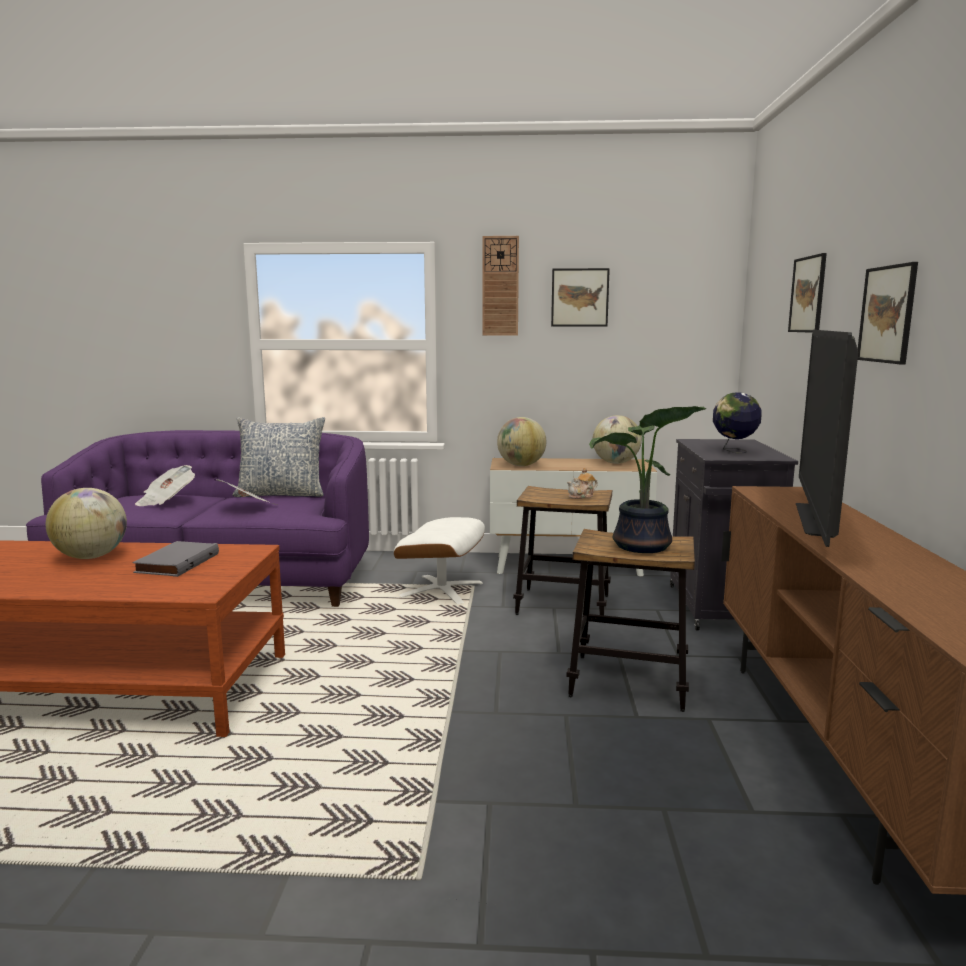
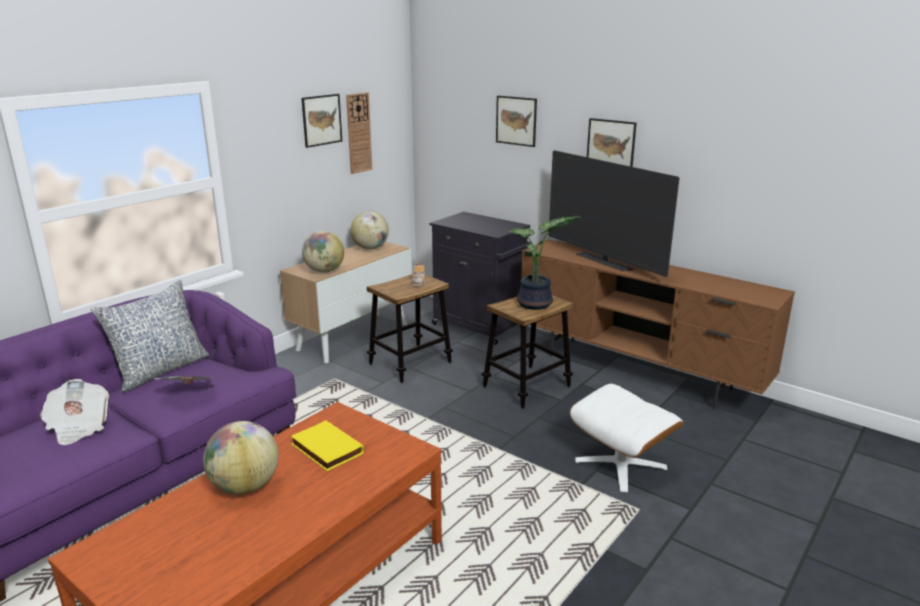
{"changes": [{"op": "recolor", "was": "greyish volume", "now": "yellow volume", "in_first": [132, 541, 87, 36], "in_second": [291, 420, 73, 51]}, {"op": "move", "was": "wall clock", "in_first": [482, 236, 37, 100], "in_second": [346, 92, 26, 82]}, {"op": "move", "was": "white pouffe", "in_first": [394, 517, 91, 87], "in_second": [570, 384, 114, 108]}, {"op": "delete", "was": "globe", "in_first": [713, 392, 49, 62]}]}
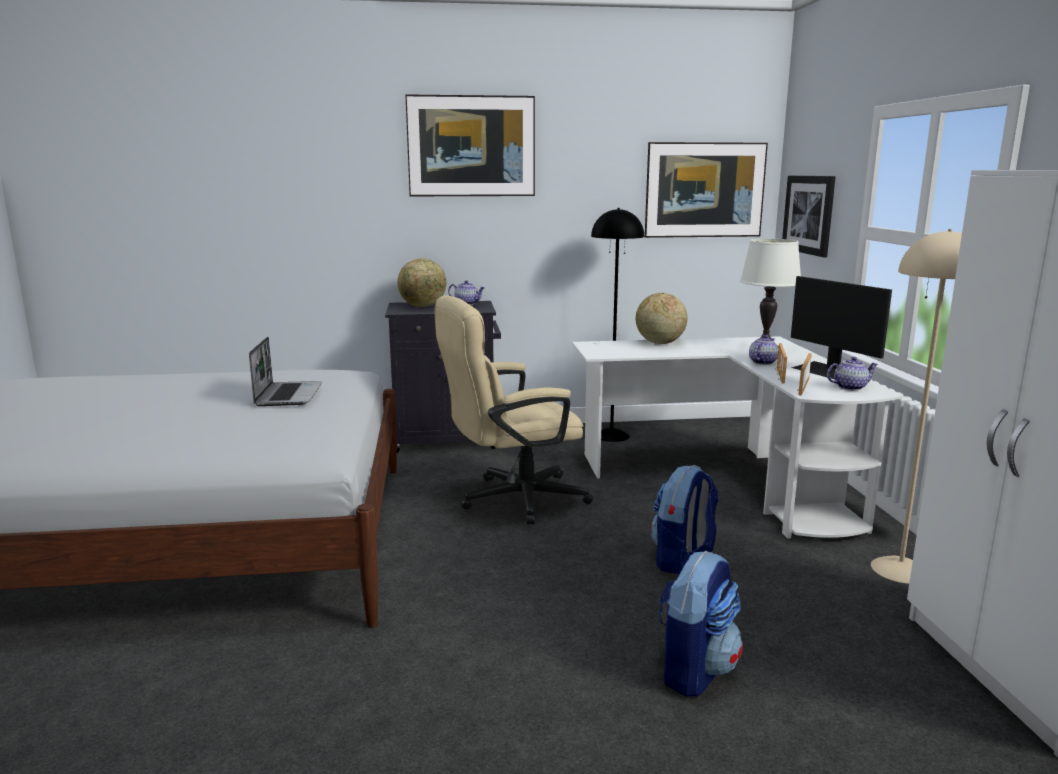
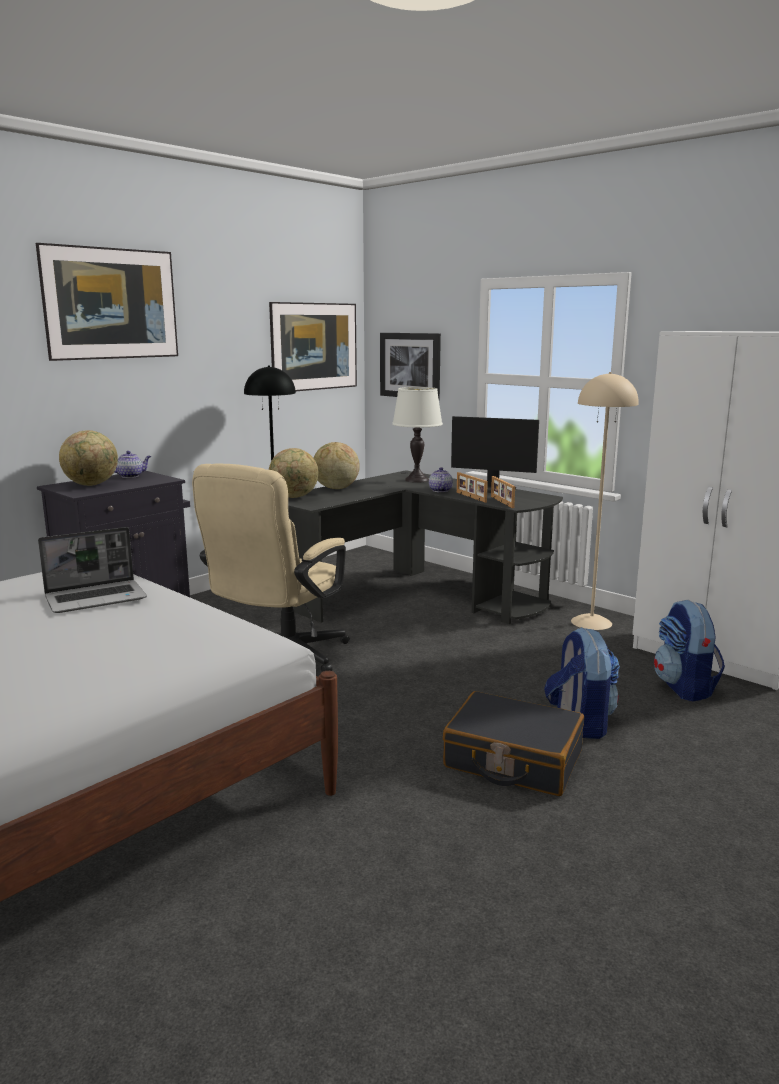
{"changes": [{"op": "rotate", "was": "portable computer", "in_first": [249, 337, 73, 69], "in_second": [38, 527, 109, 86], "clockwise": 105}, {"op": "insert", "now": "globe", "in_second": [269, 448, 50, 50]}, {"op": "recolor", "was": "white desk", "now": "black desk", "in_first": [572, 336, 331, 202], "in_second": [288, 470, 275, 154]}, {"op": "insert", "now": "black suitcase", "in_second": [443, 691, 141, 105]}, {"op": "move", "was": "knapsack", "in_first": [651, 465, 68, 109], "in_second": [654, 600, 71, 102]}, {"op": "delete", "was": "tea pot", "in_first": [827, 357, 51, 34]}]}
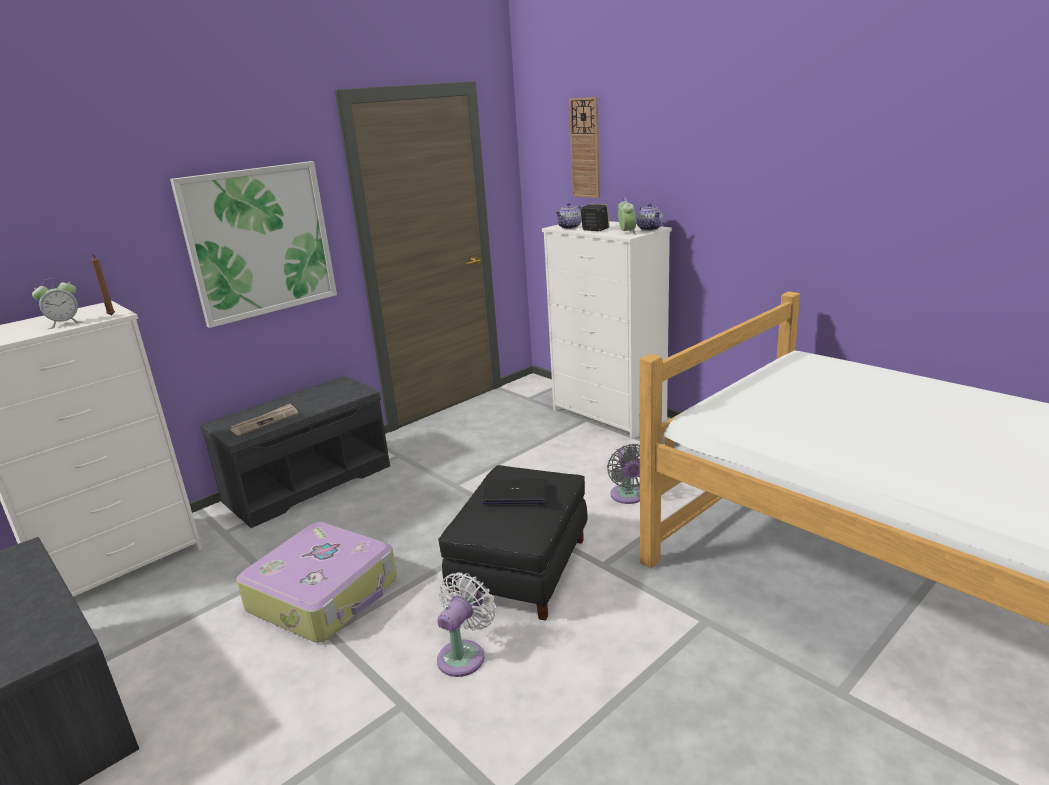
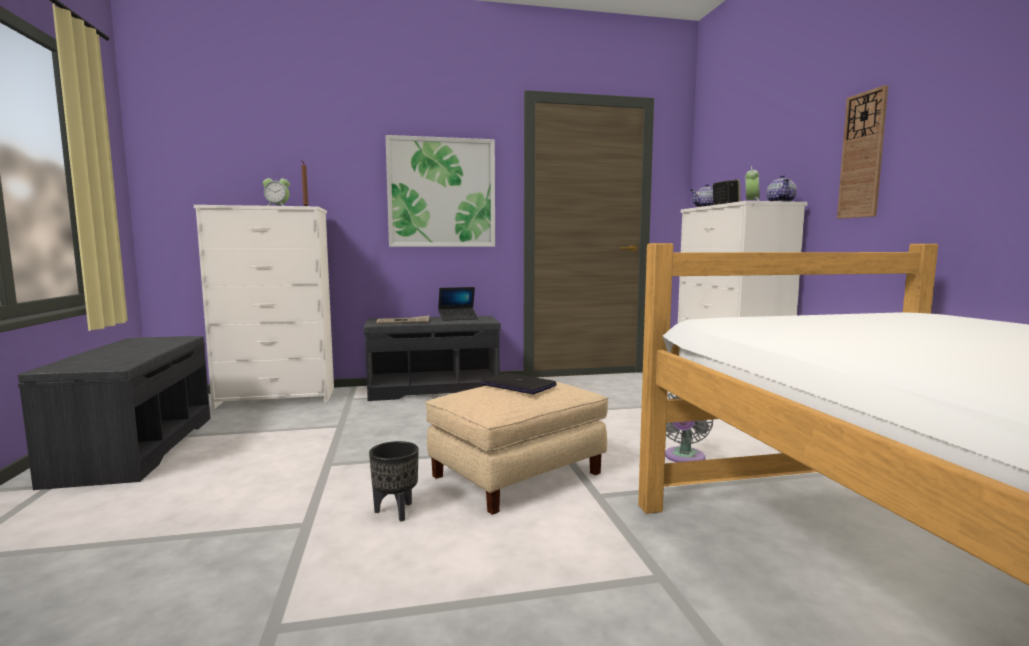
{"changes": [{"op": "replace", "was": "white electric fan", "now": "black flower pot", "in_first": [437, 572, 59, 105], "in_second": [369, 441, 50, 81]}, {"op": "recolor", "was": "black pouffe", "now": "beige pouffe", "in_first": [438, 465, 149, 156], "in_second": [425, 378, 183, 137]}, {"op": "insert", "now": "portable computer", "in_second": [438, 287, 41, 34]}, {"op": "move", "was": "wall clock", "in_first": [569, 97, 31, 101], "in_second": [837, 85, 51, 134]}, {"op": "delete", "was": "suitcase", "in_first": [236, 522, 161, 121]}]}
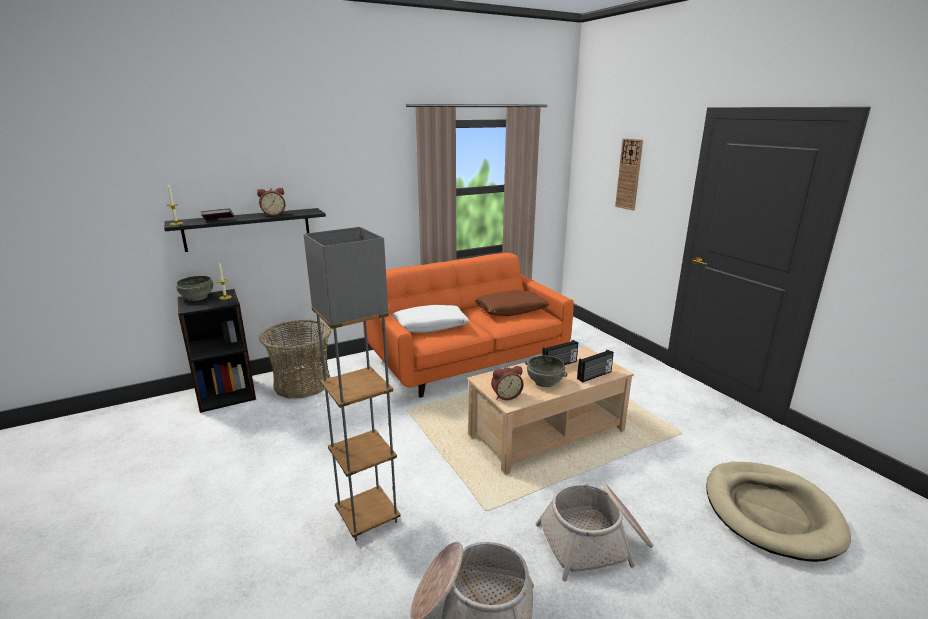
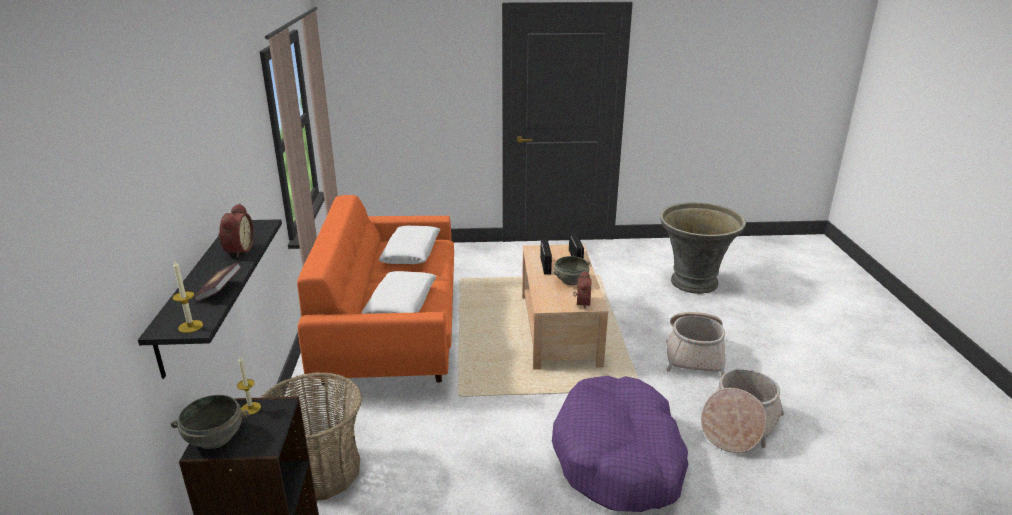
{"changes": [{"op": "recolor", "was": "brown-coloured pillow", "now": "white pillow", "in_first": [475, 291, 74, 25], "in_second": [379, 226, 61, 38]}, {"op": "replace", "was": "greyish standing lamp", "now": "purple dog bed", "in_first": [303, 227, 97, 314], "in_second": [552, 376, 137, 136]}, {"op": "replace", "was": "beige dog bed", "now": "greyish flower pot", "in_first": [706, 462, 145, 100], "in_second": [660, 202, 86, 92]}, {"op": "delete", "was": "wall clock", "in_first": [615, 139, 28, 72]}]}
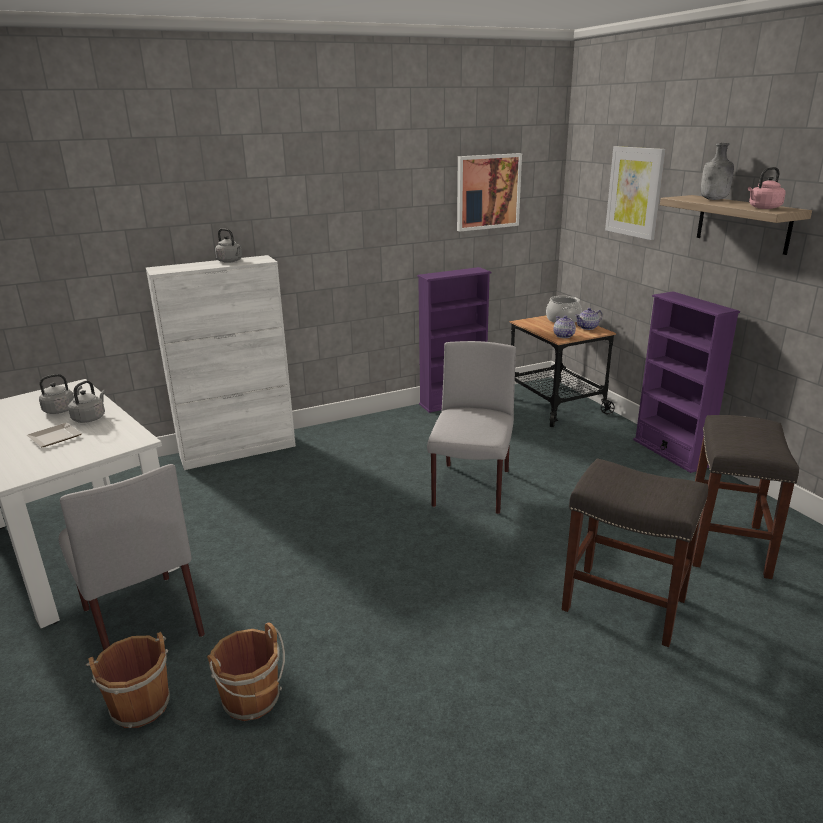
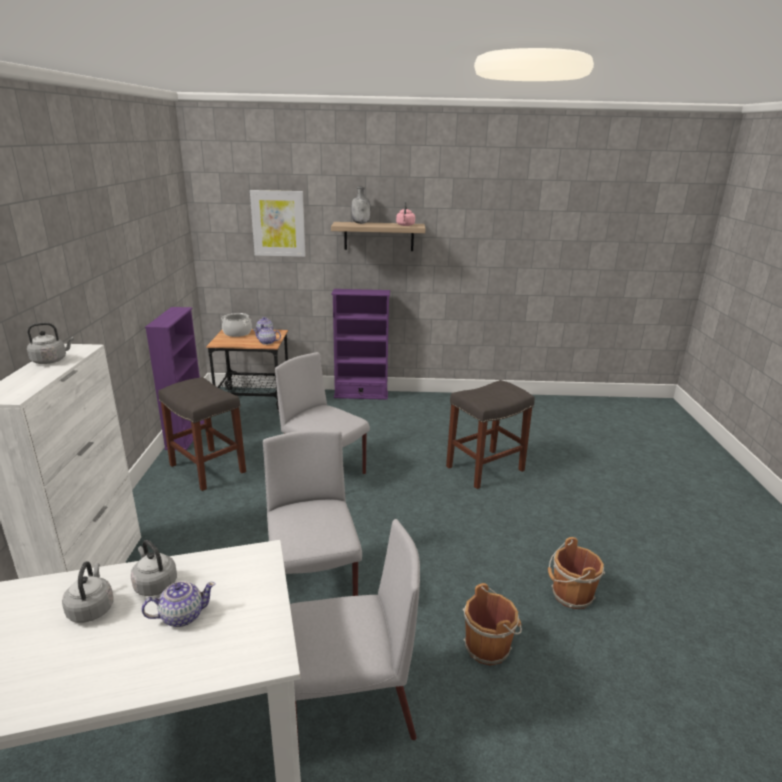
{"changes": [{"op": "replace", "was": "dinner plate", "now": "tea pot", "in_first": [27, 423, 55, 25], "in_second": [142, 581, 73, 46]}, {"op": "move", "was": "greyish stool", "in_first": [692, 415, 107, 164], "in_second": [158, 377, 88, 114]}, {"op": "insert", "now": "greyish plain chair", "in_second": [263, 430, 99, 166]}, {"op": "move", "was": "brown-coloured water bucket", "in_first": [86, 632, 84, 96], "in_second": [548, 537, 57, 72]}, {"op": "delete", "was": "wall picture", "in_first": [457, 153, 65, 79]}]}
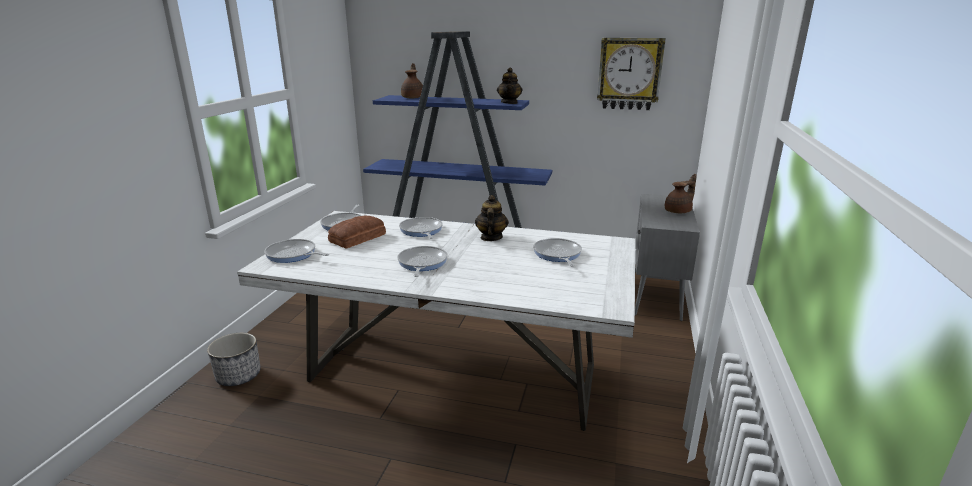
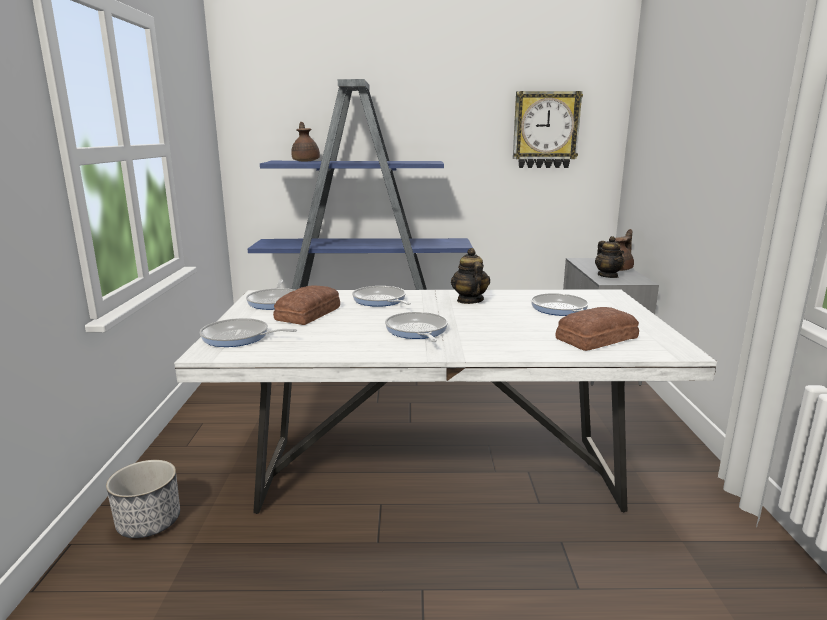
{"changes": [{"op": "insert", "now": "baked bread", "in_second": [555, 307, 84, 44]}, {"op": "move", "was": "tea pot", "in_first": [497, 67, 26, 37], "in_second": [595, 236, 29, 42]}]}
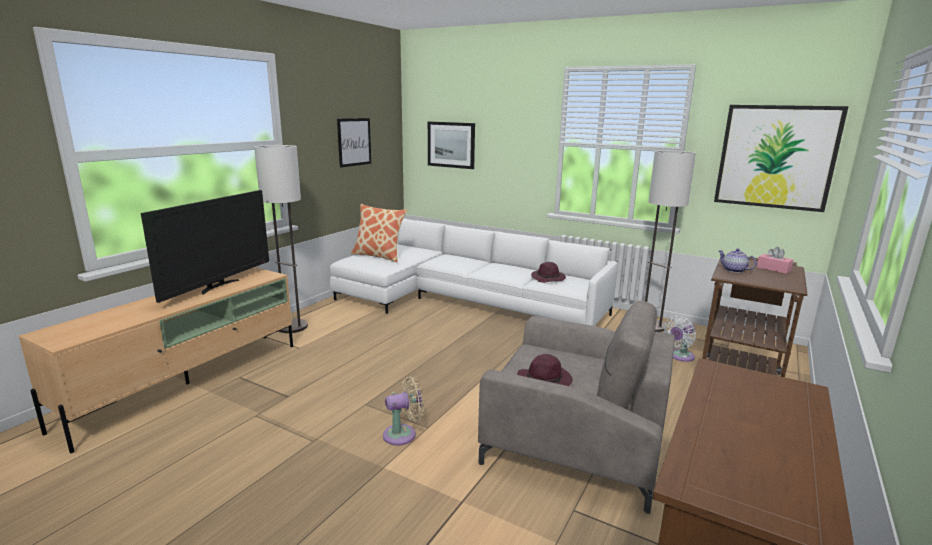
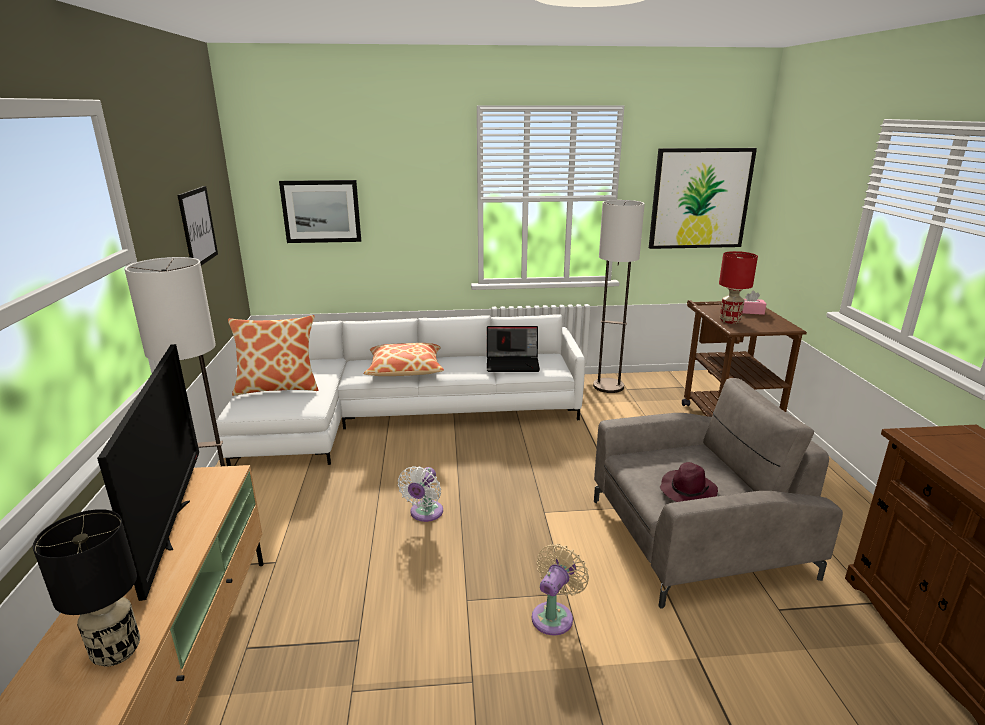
{"changes": [{"op": "insert", "now": "black lamp for a table", "in_second": [33, 509, 107, 158]}, {"op": "insert", "now": "pillow", "in_second": [364, 343, 80, 33]}, {"op": "move", "was": "white electric fan", "in_first": [664, 316, 32, 46], "in_second": [398, 466, 45, 56]}, {"op": "replace", "was": "purple wearable hat", "now": "portable computer", "in_first": [531, 262, 35, 21], "in_second": [487, 326, 53, 46]}, {"op": "replace", "was": "tea pot", "now": "reddish lamp for a table", "in_first": [718, 249, 39, 24], "in_second": [719, 251, 39, 73]}]}
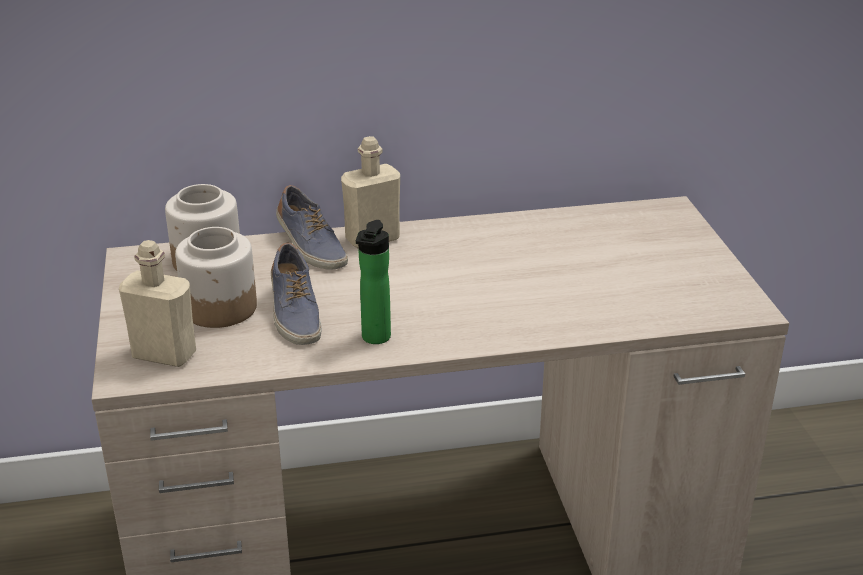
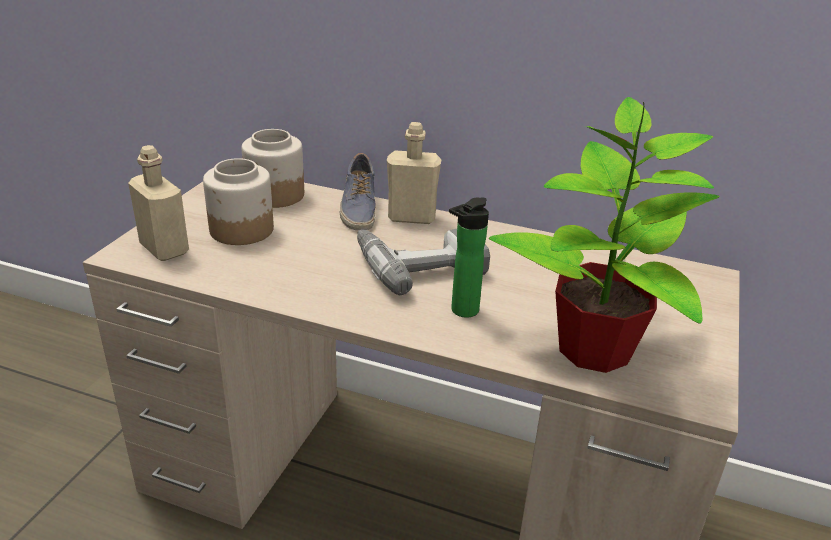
{"changes": [{"op": "insert", "now": "drill", "in_second": [357, 229, 133, 66]}, {"op": "move", "was": "drink bottle", "in_first": [356, 220, 35, 124], "in_second": [449, 198, 40, 120]}, {"op": "insert", "now": "plant in a pot", "in_second": [489, 97, 231, 276]}, {"op": "delete", "was": "low shoe", "in_first": [271, 243, 51, 102]}]}
